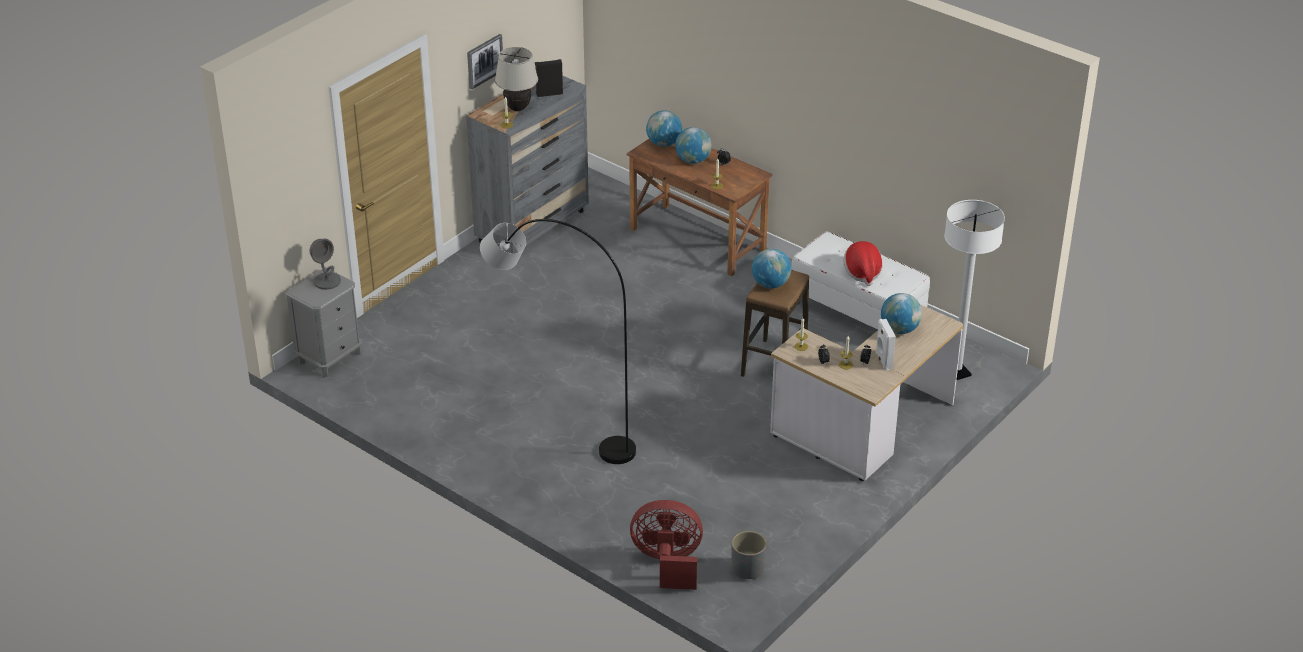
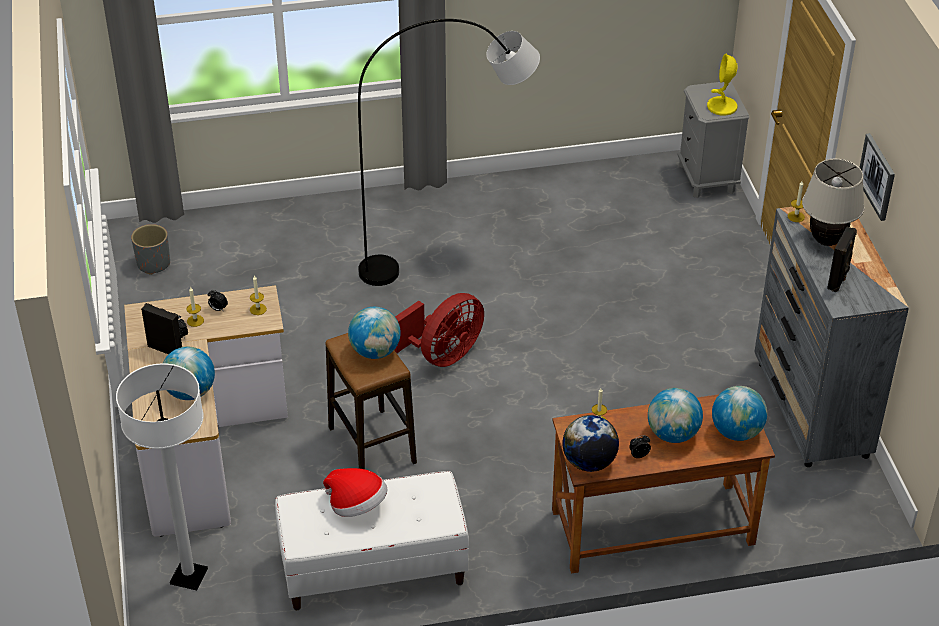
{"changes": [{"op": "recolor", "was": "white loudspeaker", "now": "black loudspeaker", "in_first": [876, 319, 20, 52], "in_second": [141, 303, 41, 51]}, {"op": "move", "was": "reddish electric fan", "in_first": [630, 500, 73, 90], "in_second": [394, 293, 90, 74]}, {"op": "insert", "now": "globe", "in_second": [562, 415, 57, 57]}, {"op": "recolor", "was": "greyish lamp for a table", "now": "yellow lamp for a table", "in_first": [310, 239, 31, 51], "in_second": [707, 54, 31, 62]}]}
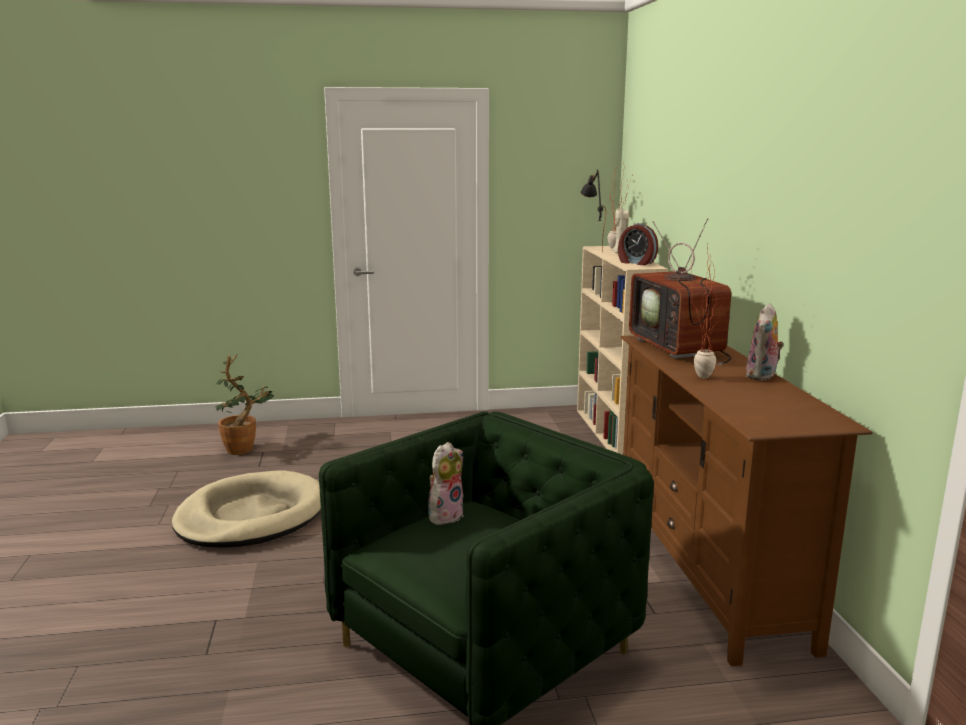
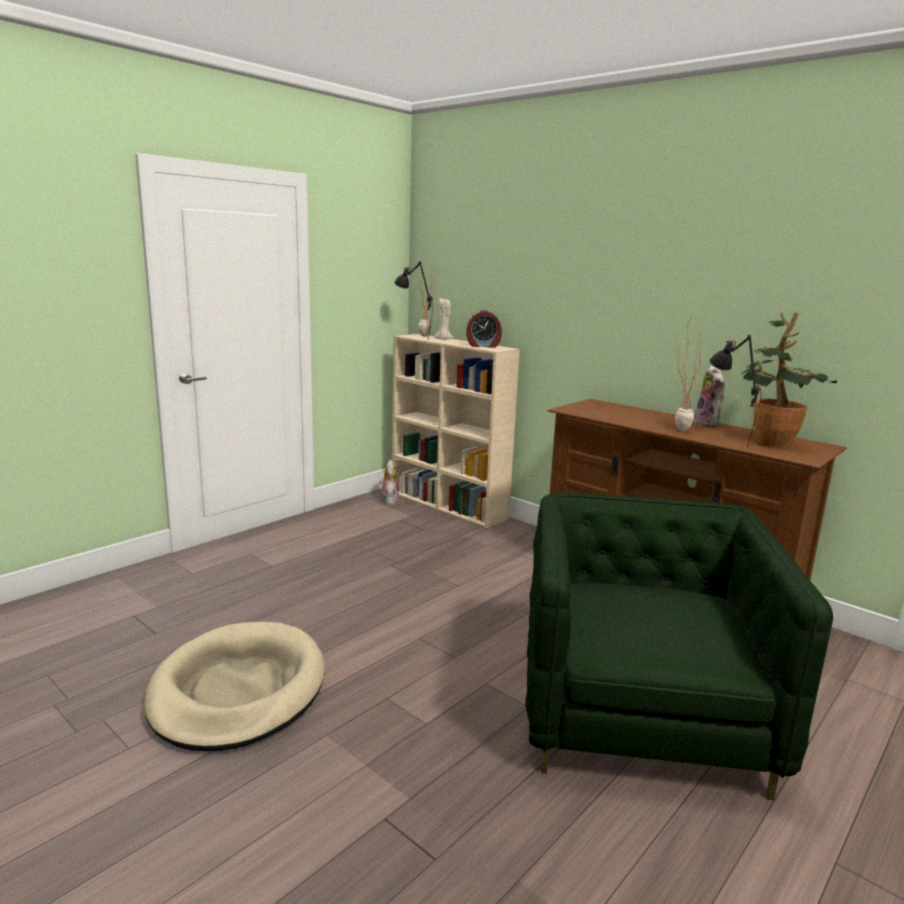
{"changes": [{"op": "move", "was": "soft toy", "in_first": [428, 442, 36, 83], "in_second": [380, 460, 19, 44]}, {"op": "insert", "now": "black lamp for a table", "in_second": [710, 335, 52, 113]}, {"op": "move", "was": "plant in a pot", "in_first": [214, 354, 60, 101], "in_second": [741, 313, 96, 135]}, {"op": "delete", "was": "TV set", "in_first": [629, 218, 102, 147]}]}
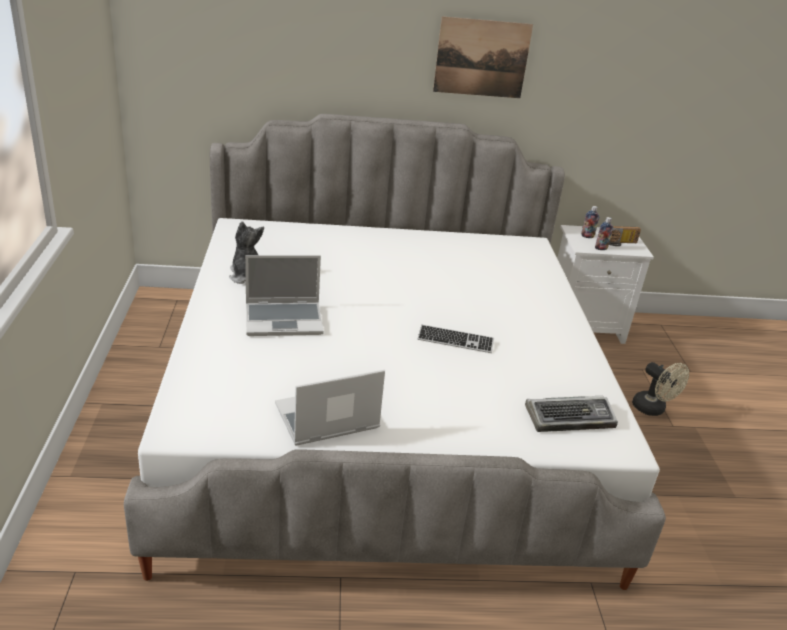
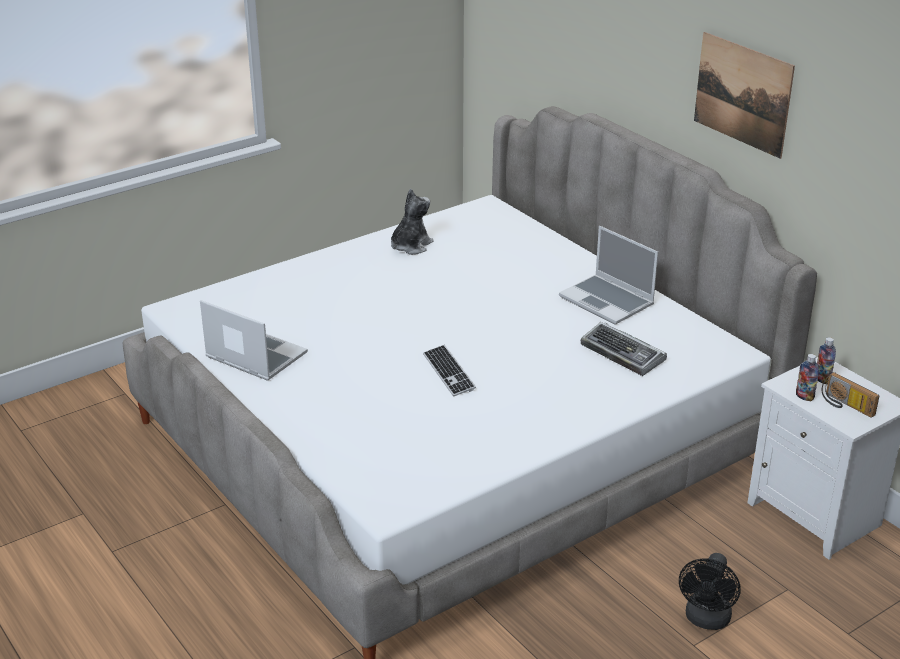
{"changes": [{"op": "move", "was": "portable computer", "in_first": [245, 255, 79, 81], "in_second": [559, 226, 99, 99]}, {"op": "move", "was": "computer keyboard", "in_first": [525, 396, 93, 36], "in_second": [581, 322, 86, 54]}, {"op": "recolor", "was": "beige electric fan", "now": "black electric fan", "in_first": [632, 362, 57, 54], "in_second": [679, 553, 62, 77]}]}
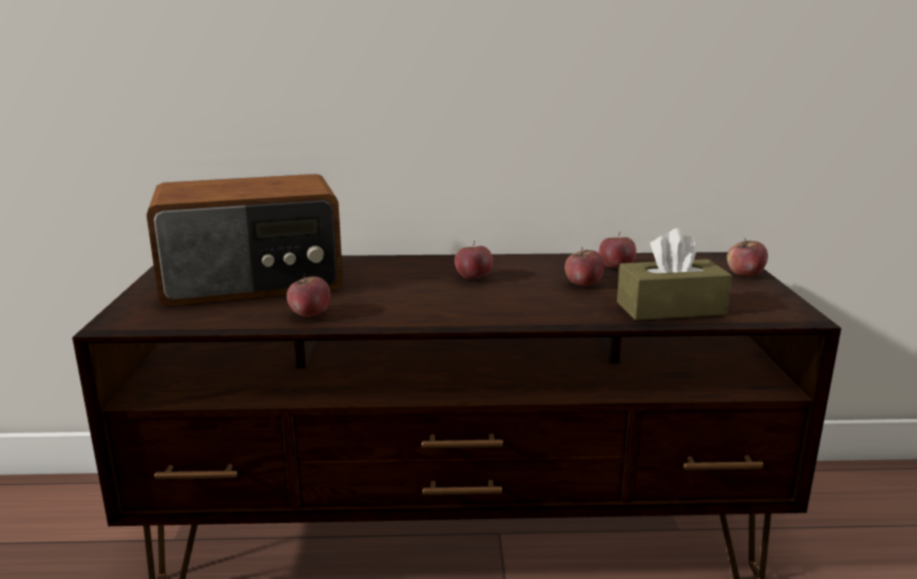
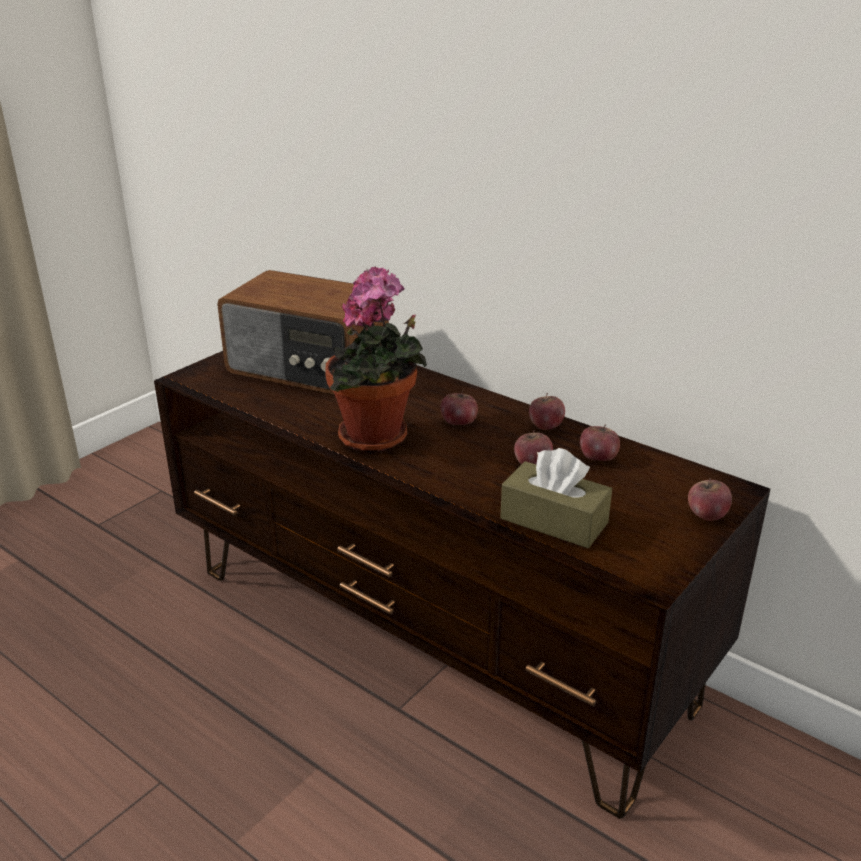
{"changes": [{"op": "insert", "now": "plant in a pot", "in_second": [325, 266, 102, 186]}, {"op": "move", "was": "apple", "in_first": [287, 273, 43, 44], "in_second": [529, 393, 36, 37]}]}
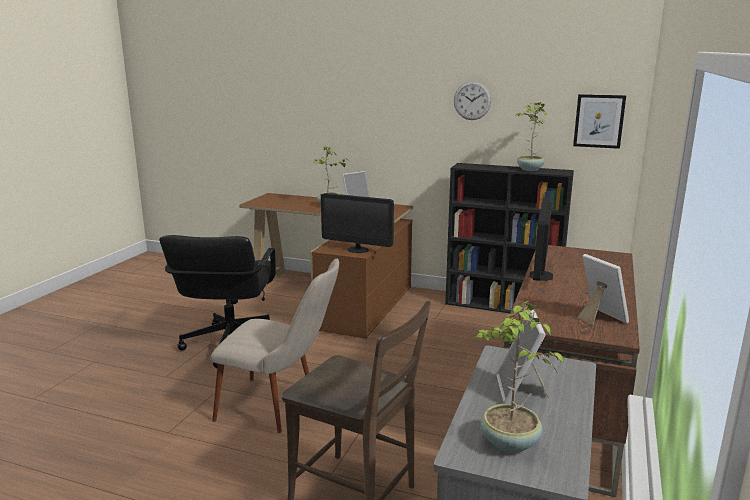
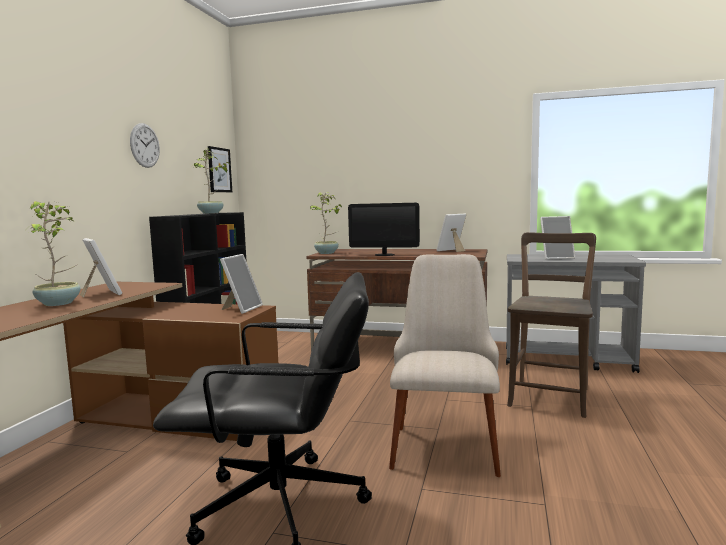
{"changes": [{"op": "replace", "was": "computer screen", "now": "photo frame", "in_first": [321, 193, 73, 60], "in_second": [220, 254, 43, 60]}, {"op": "move", "was": "plant in a pot", "in_first": [474, 300, 90, 153], "in_second": [310, 192, 32, 62]}]}
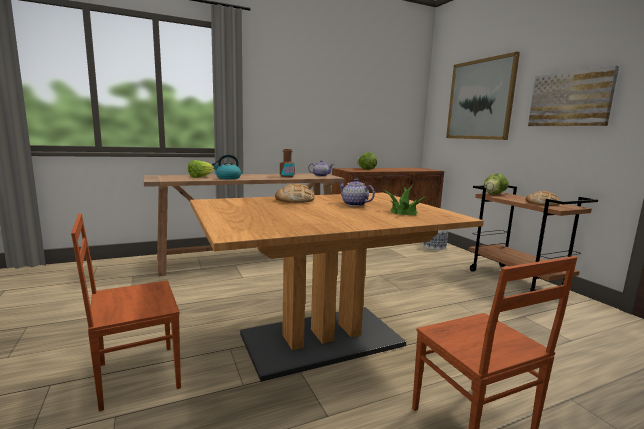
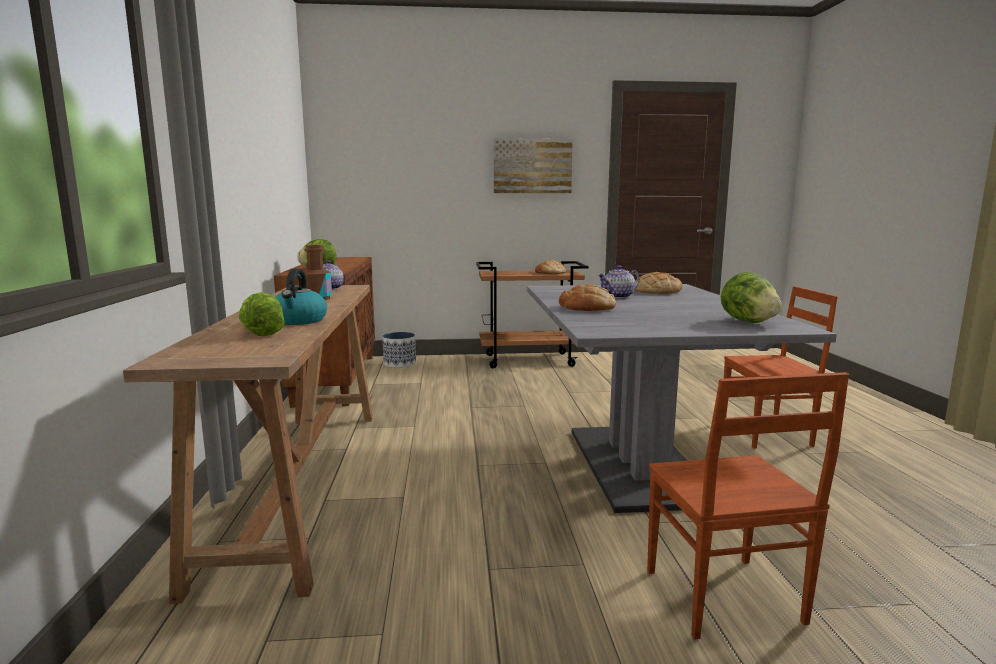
{"changes": [{"op": "recolor", "was": "brown-coloured kitchen table", "now": "greyish kitchen table", "in_first": [190, 193, 294, 189], "in_second": [527, 284, 310, 229]}, {"op": "replace", "was": "plant in a pot", "now": "baked bread", "in_first": [382, 185, 43, 31], "in_second": [634, 272, 48, 22]}, {"op": "move", "was": "head of lettuce", "in_first": [484, 173, 25, 21], "in_second": [721, 272, 61, 51]}, {"op": "delete", "was": "wall picture", "in_first": [446, 52, 74, 88]}]}
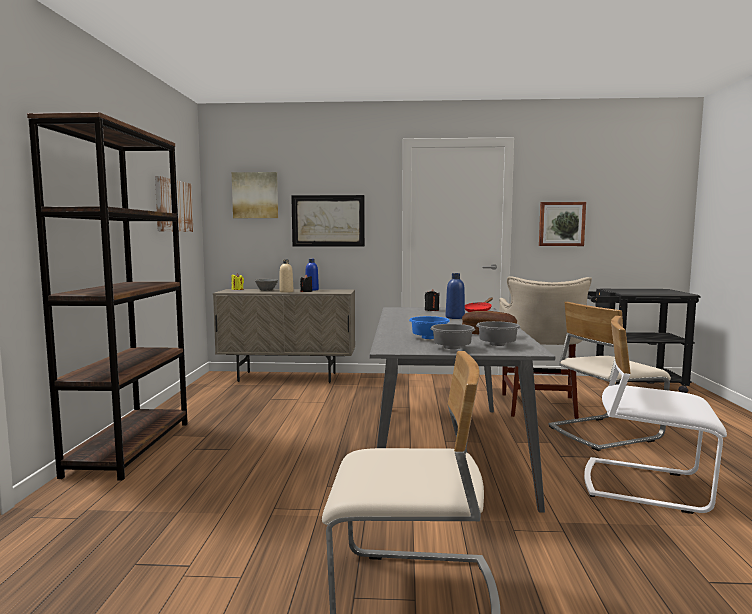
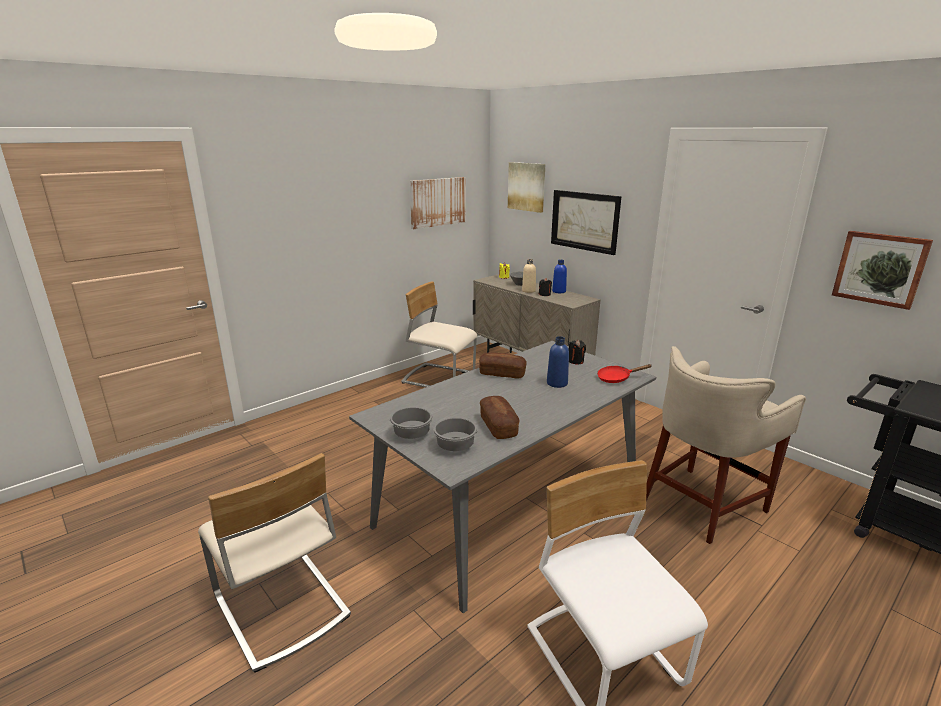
{"changes": [{"op": "move", "was": "beige plain chair", "in_first": [549, 302, 122, 149], "in_second": [401, 281, 76, 106]}, {"op": "insert", "now": "baked bread", "in_second": [479, 352, 48, 26]}, {"op": "delete", "was": "brown-coloured bookcase", "in_first": [27, 112, 161, 369]}, {"op": "delete", "was": "bluish bowl", "in_first": [409, 316, 41, 23]}]}
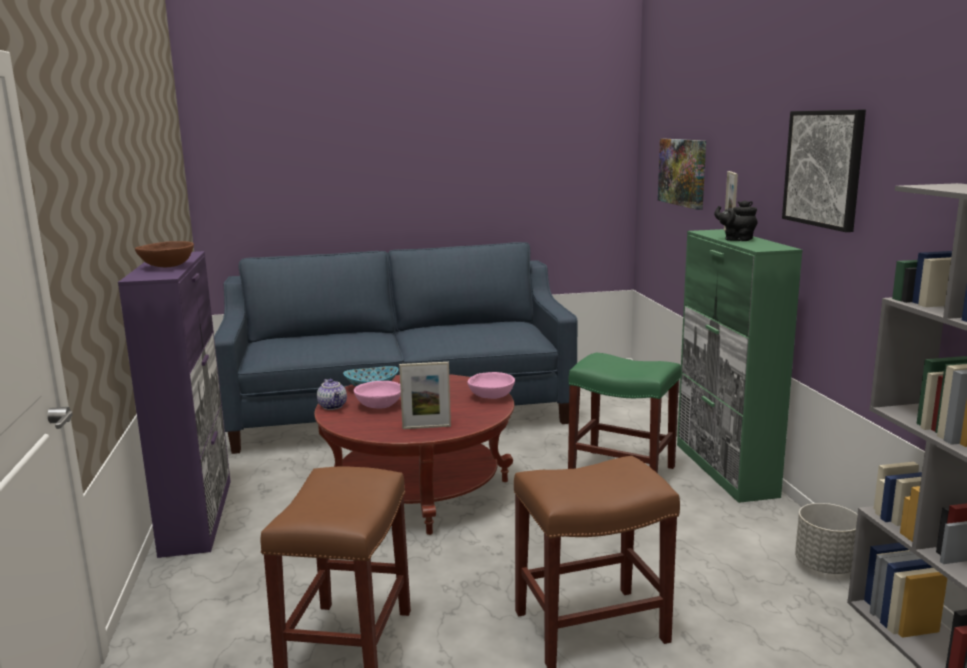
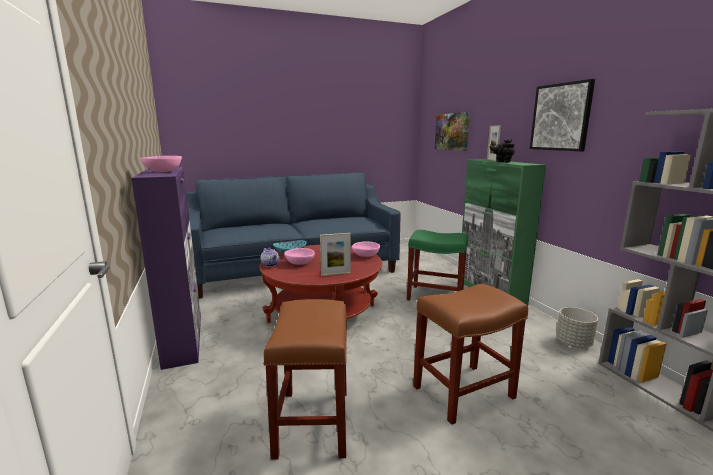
{"changes": [{"op": "recolor", "was": "brown-coloured bowl", "now": "pink bowl", "in_first": [135, 241, 59, 26], "in_second": [140, 156, 42, 16]}]}
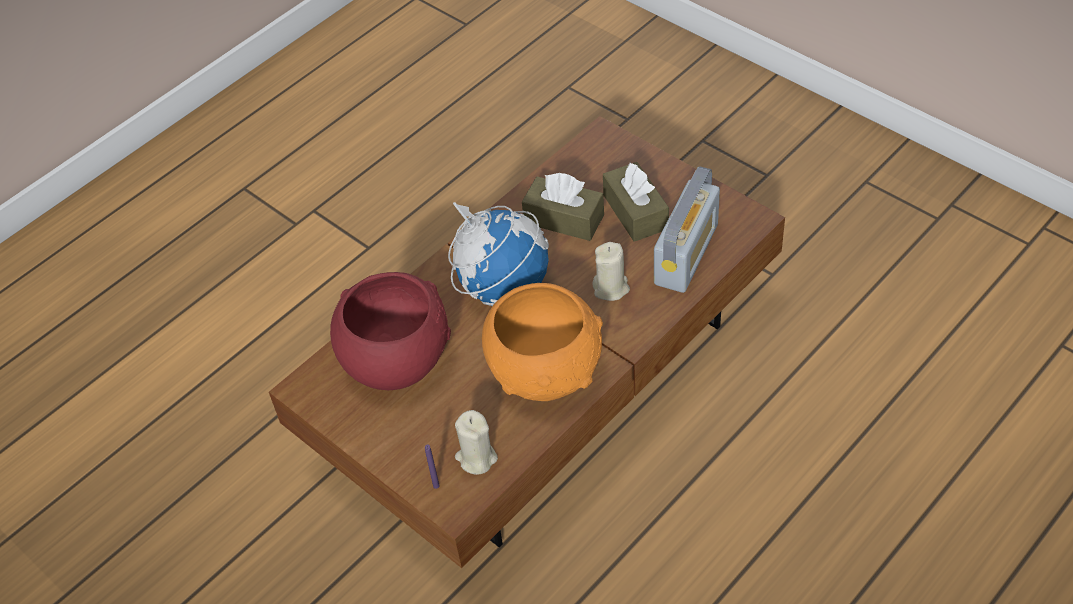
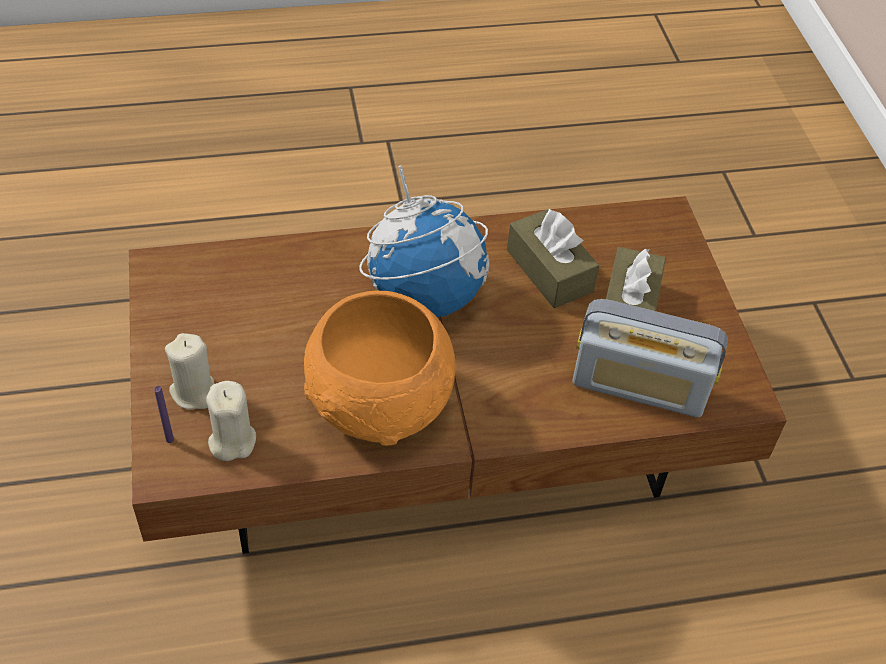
{"changes": [{"op": "move", "was": "beige candle", "in_first": [593, 242, 37, 59], "in_second": [165, 333, 50, 77]}, {"op": "rotate", "was": "radio receiver", "in_first": [654, 166, 66, 127], "in_second": [572, 299, 156, 119], "clockwise": 45}, {"op": "delete", "was": "reddish bowl", "in_first": [330, 272, 121, 118]}]}
